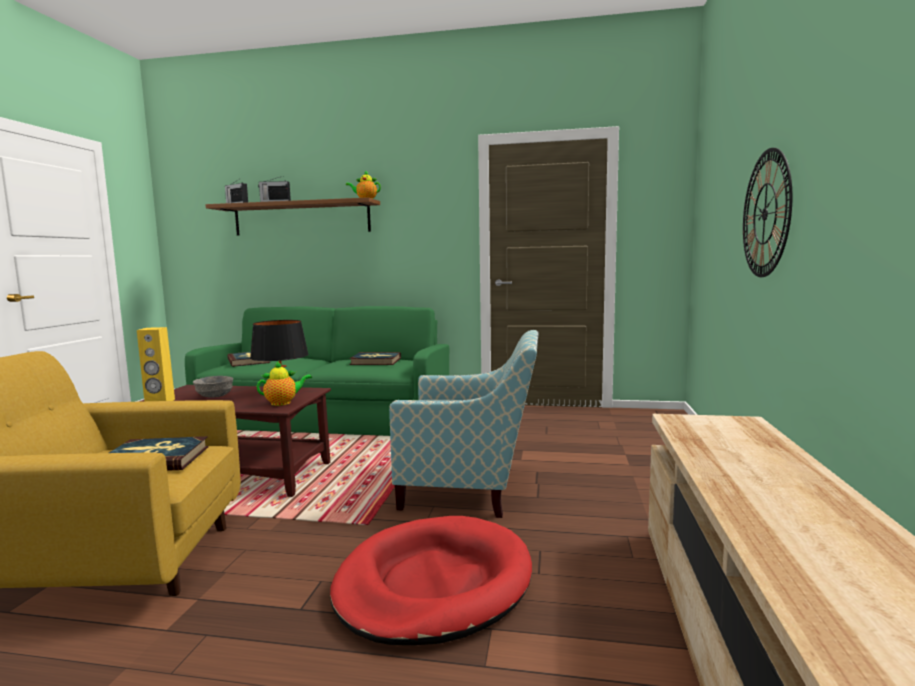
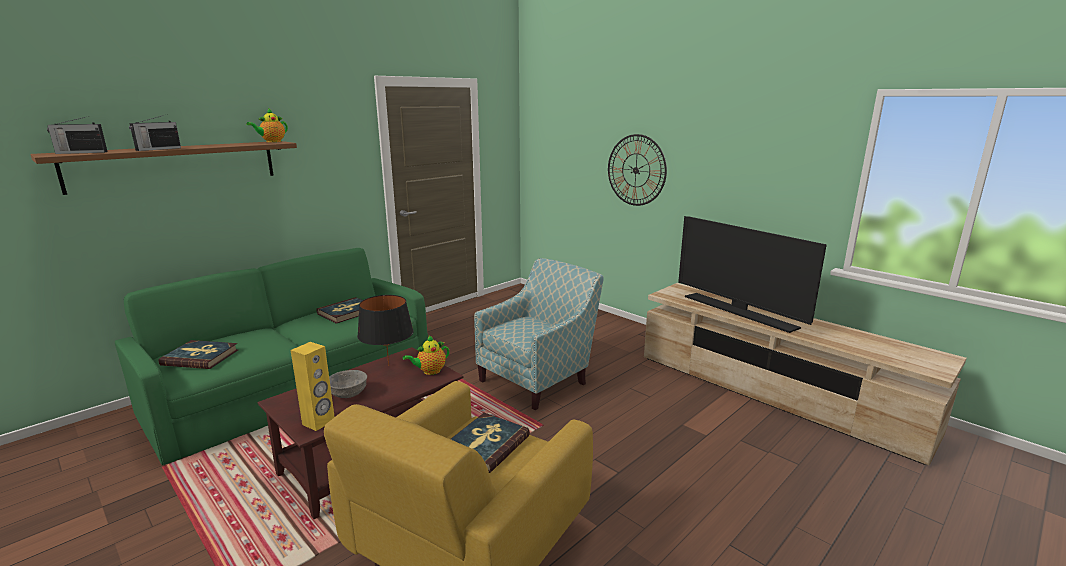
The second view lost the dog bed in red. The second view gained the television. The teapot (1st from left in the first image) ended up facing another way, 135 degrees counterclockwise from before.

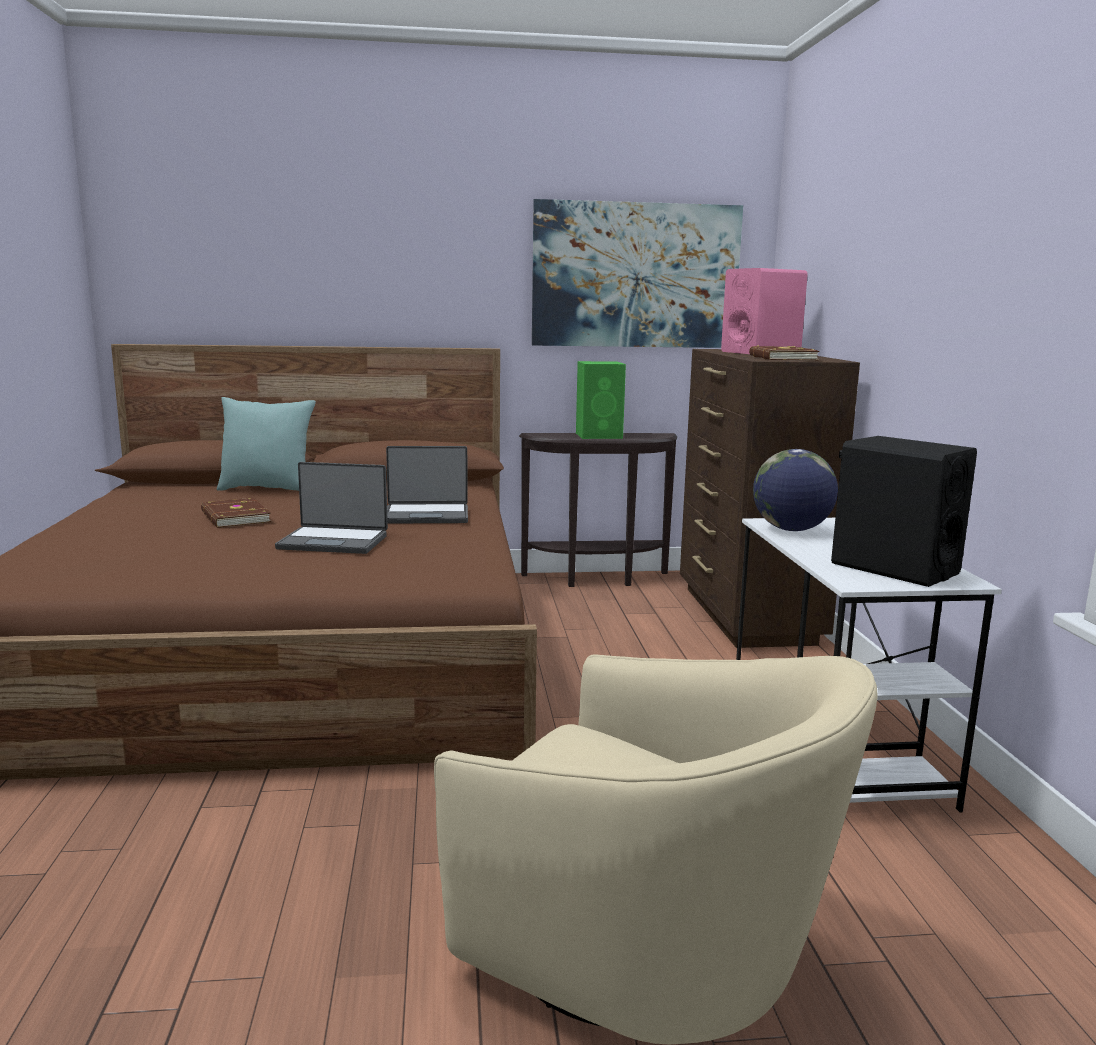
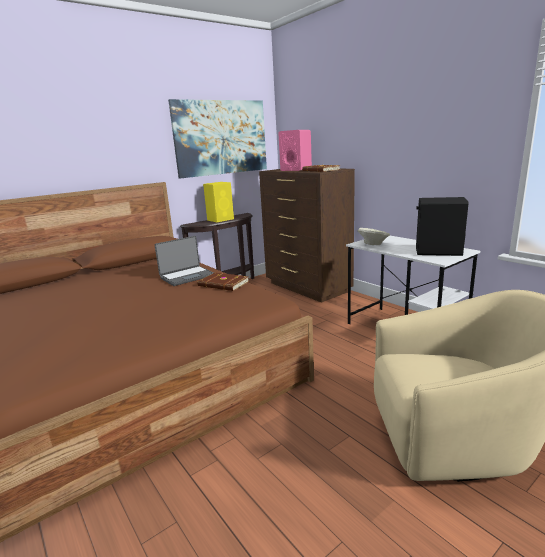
The second view lost the pillow in turquoise. The second view lost the laptop (1st from left). The book in brown (1st from left) ended up elsewhere. Where the globe stood, the bowl in beige came to stand. What was the speaker in green turned into the speaker in yellow.

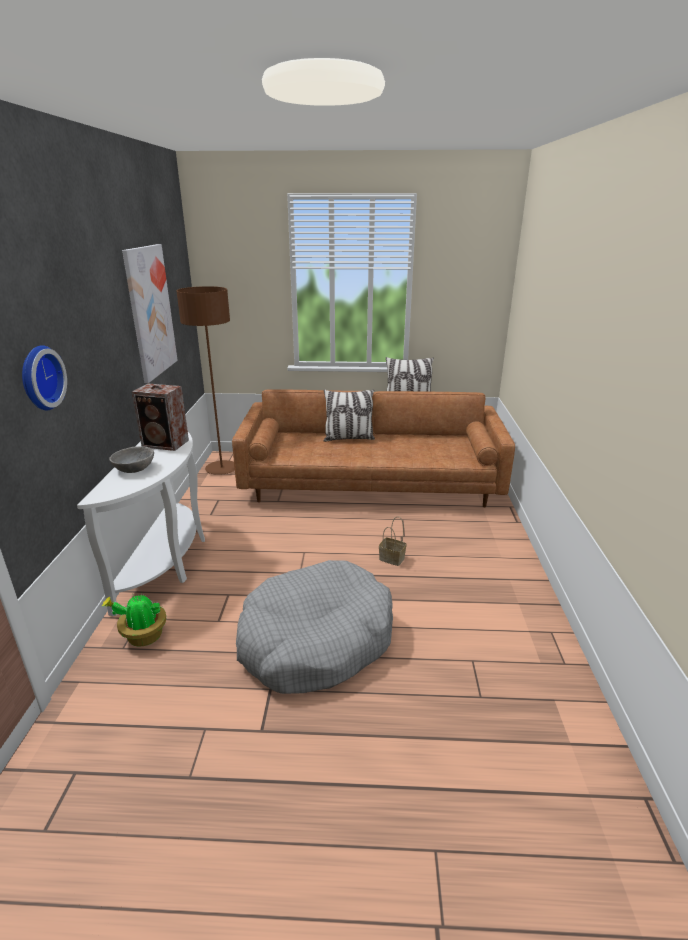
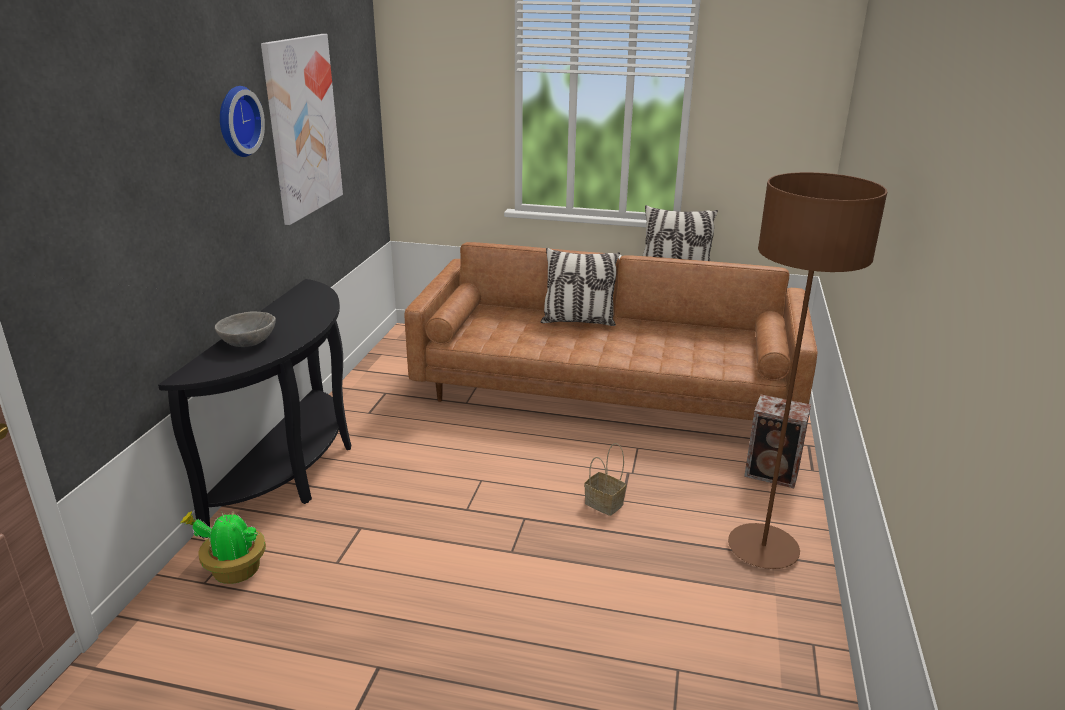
The second view lost the dog bed in grey. The wall clock ended up elsewhere. The speaker ended up elsewhere. The floor lamp in brown ended up elsewhere. What was the console table in white turned into the console table in black.

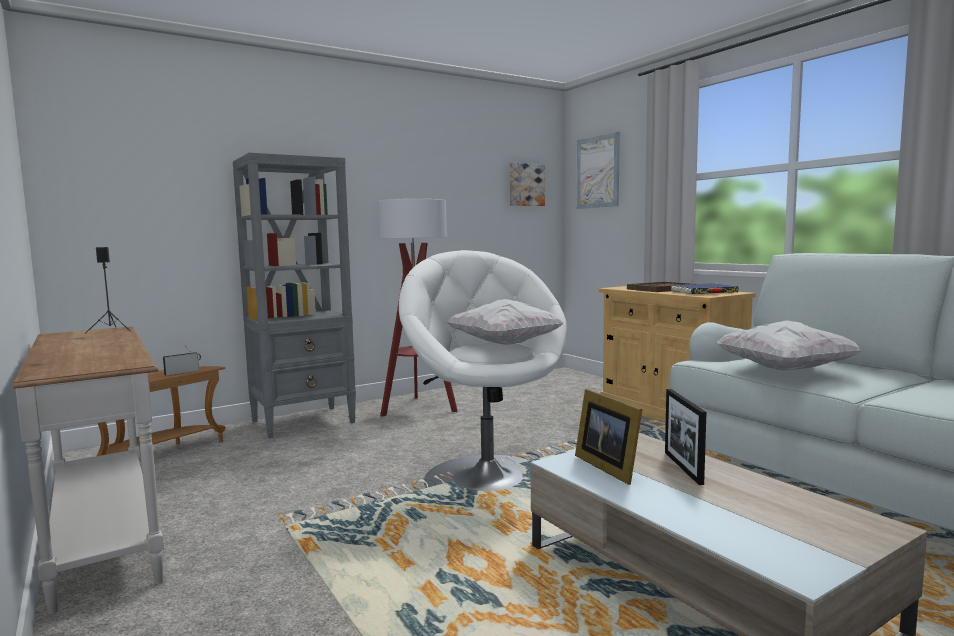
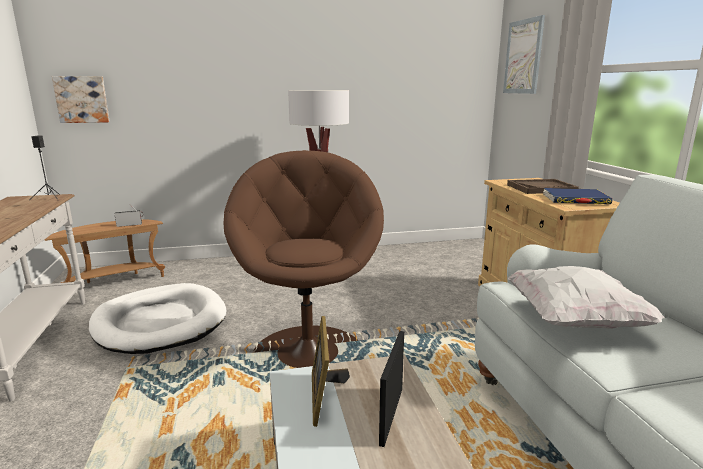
The second view lost the bookcase in grey. The second view lost the pillow in white (1st from left). The second view gained the dog bed in white. The picture (1st from left) ended up elsewhere. What was the armchair in white turned into the armchair in brown.

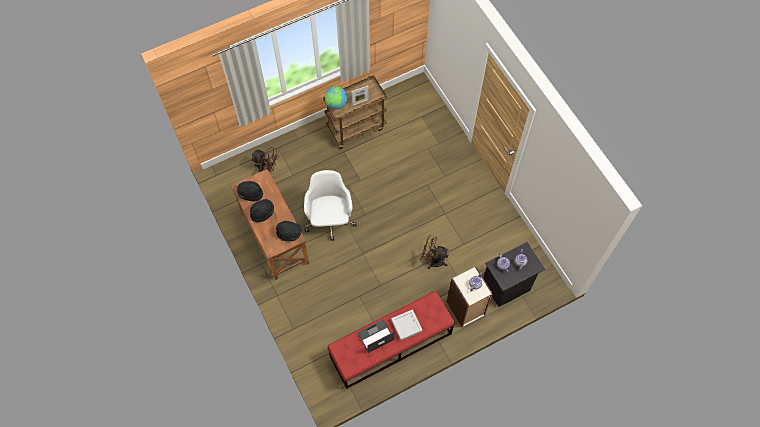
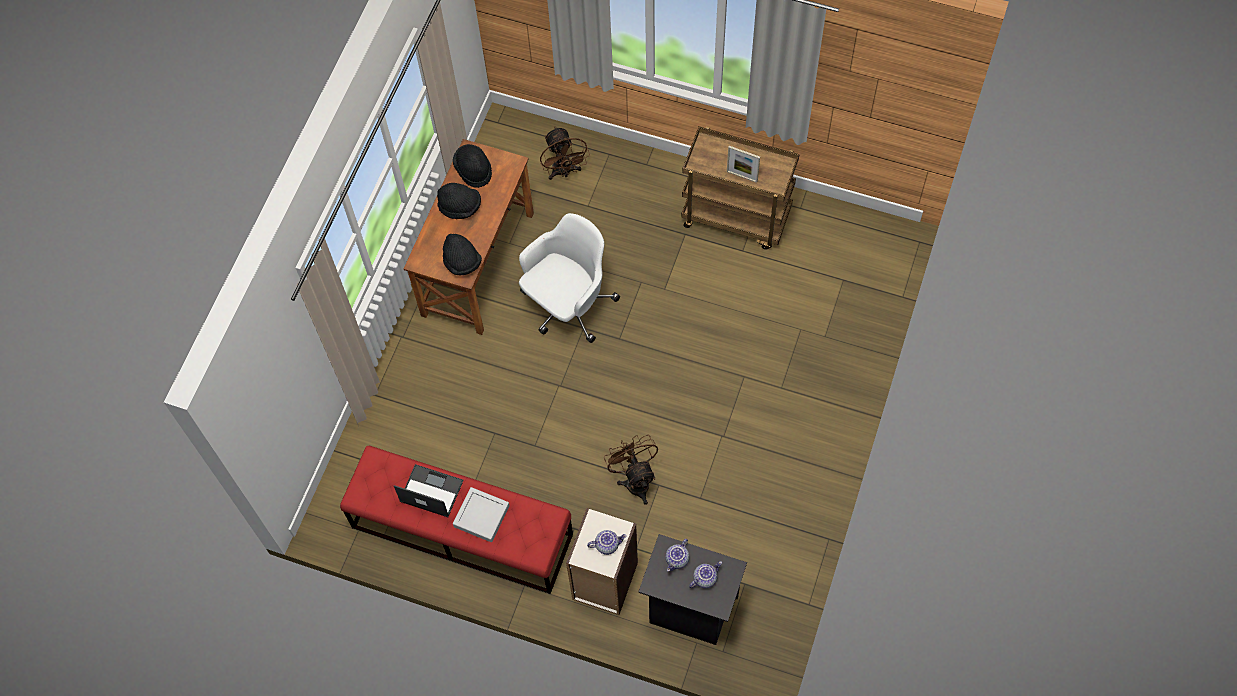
The second view lost the globe.

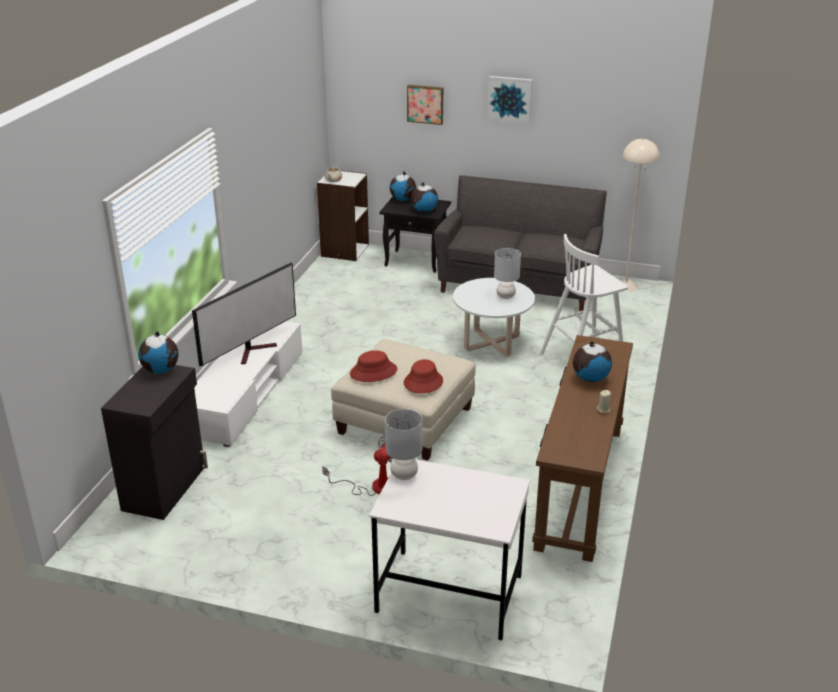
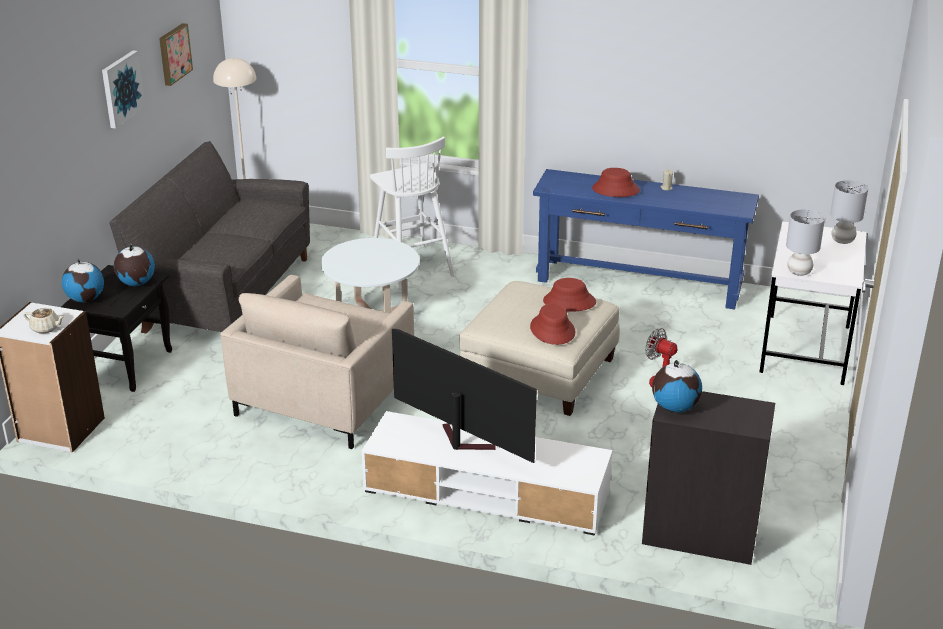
The second view gained the armchair in beige. The picture (1st from left in the first image) ended up elsewhere. The table lamp in grey (2nd from left) ended up elsewhere. Where the globe (4th from left) stood, the hat in red (3rd from left) came to stand. What was the console table in brown turned into the console table in blue.

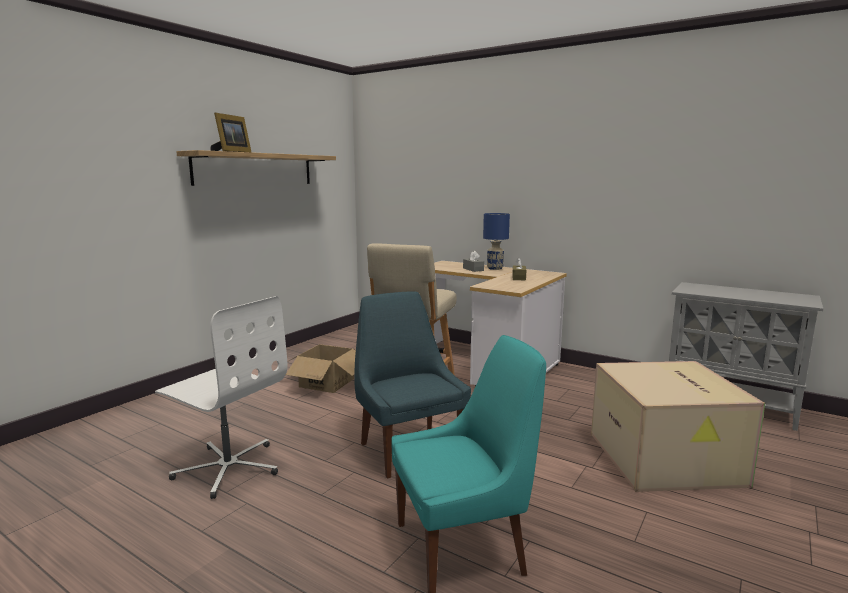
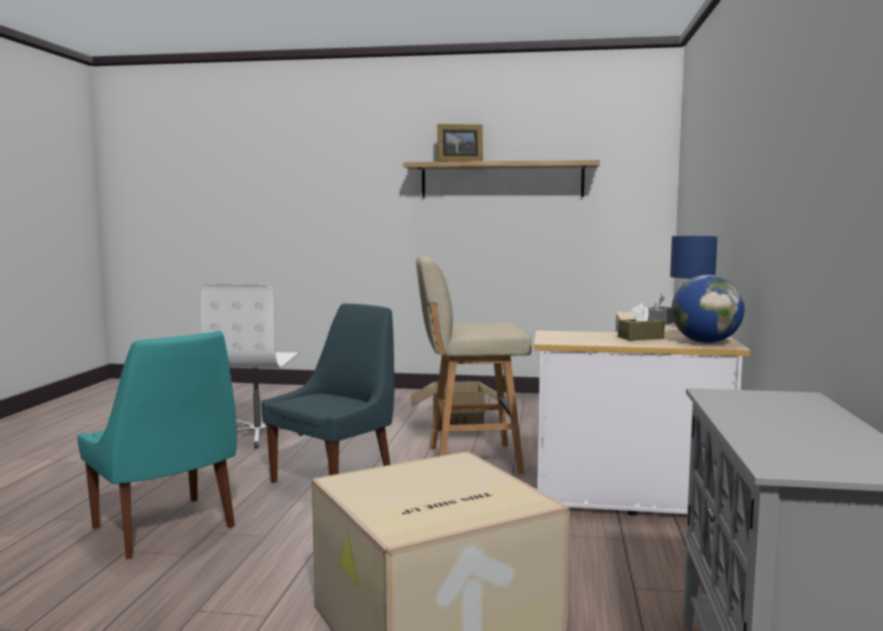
The second view gained the globe.

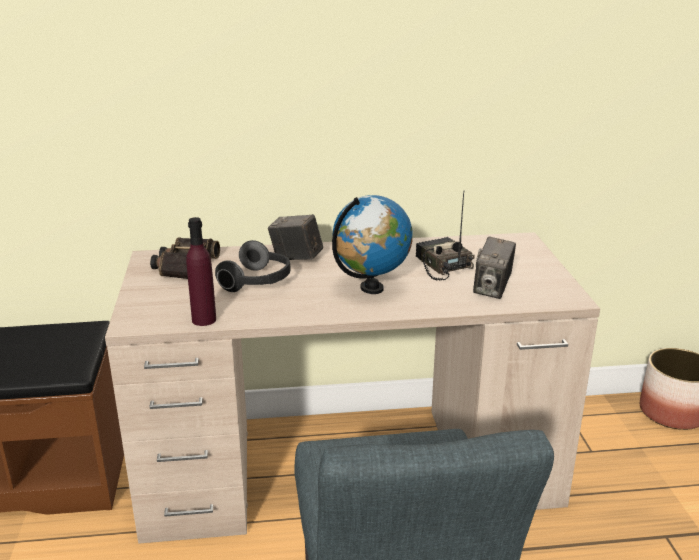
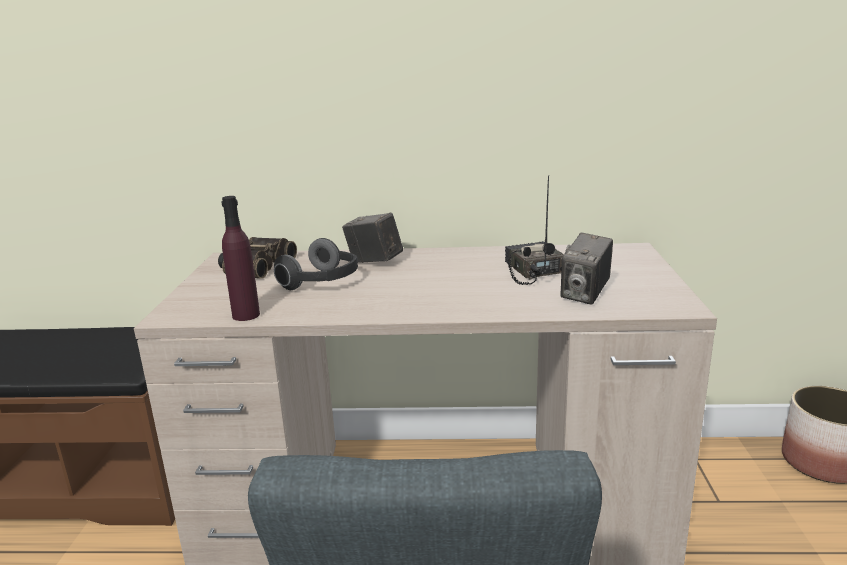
The second view lost the globe.

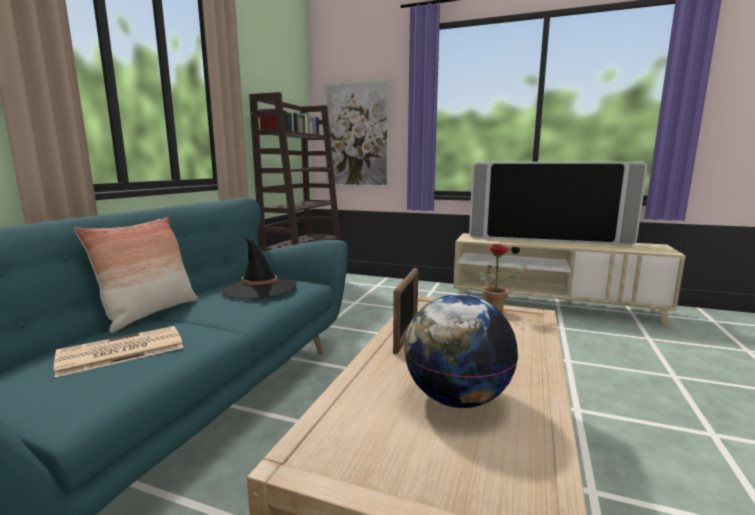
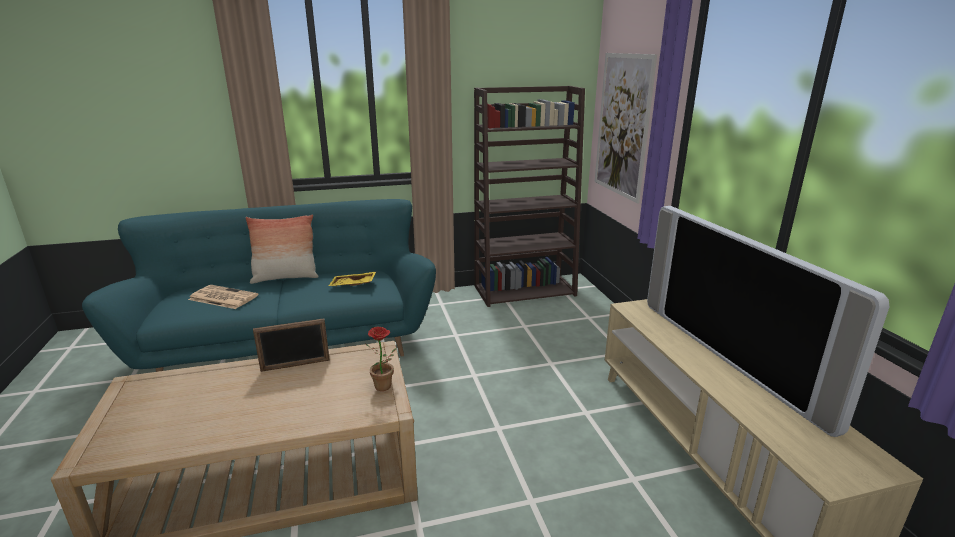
The second view lost the globe. Where the hat in black stood, the tray in yellow came to stand.

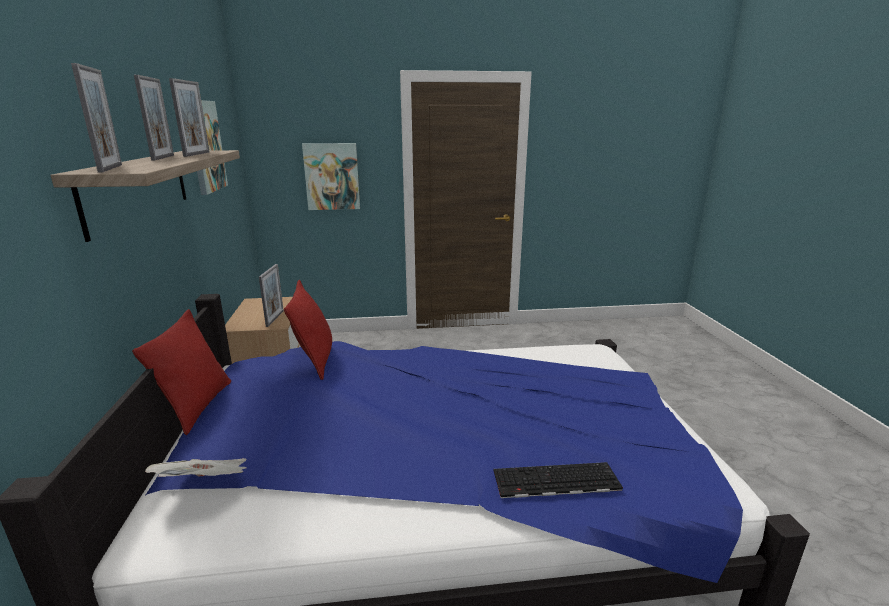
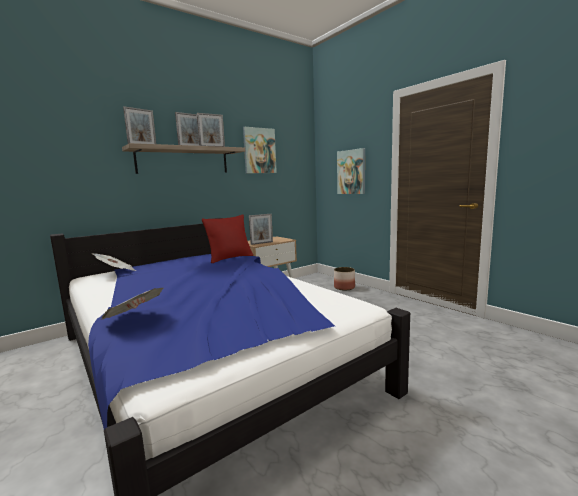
The second view lost the pillow in red (1st from left). The second view gained the planter. Where the keyboard stood, the newspaper (2nd from left) came to stand.

